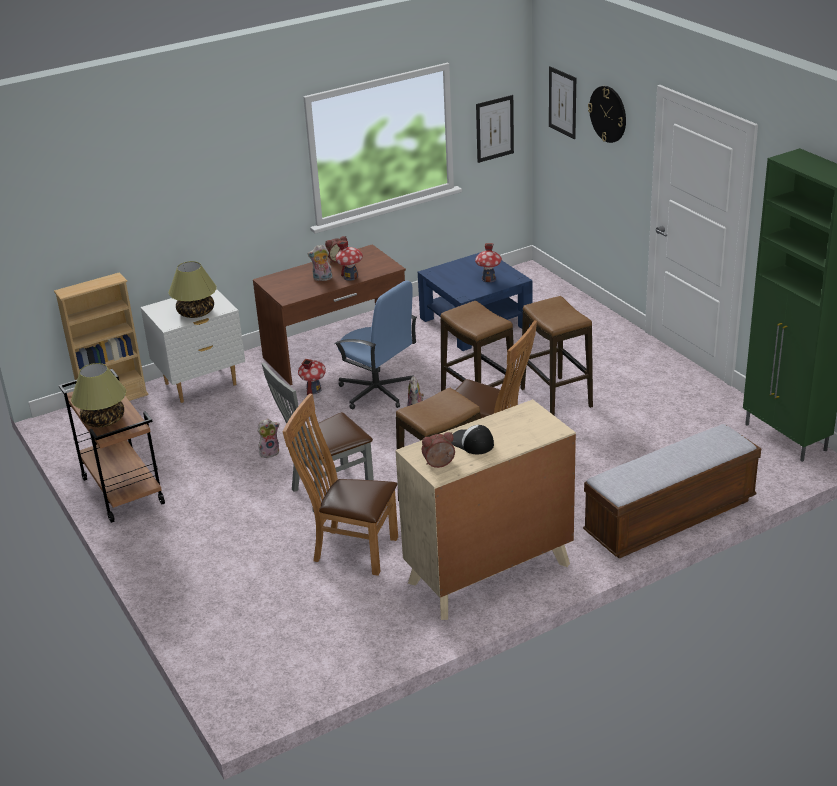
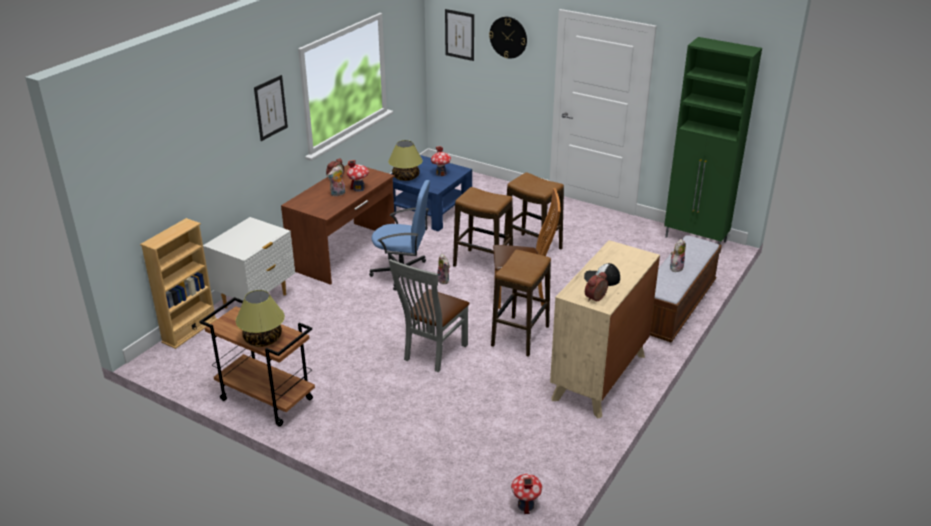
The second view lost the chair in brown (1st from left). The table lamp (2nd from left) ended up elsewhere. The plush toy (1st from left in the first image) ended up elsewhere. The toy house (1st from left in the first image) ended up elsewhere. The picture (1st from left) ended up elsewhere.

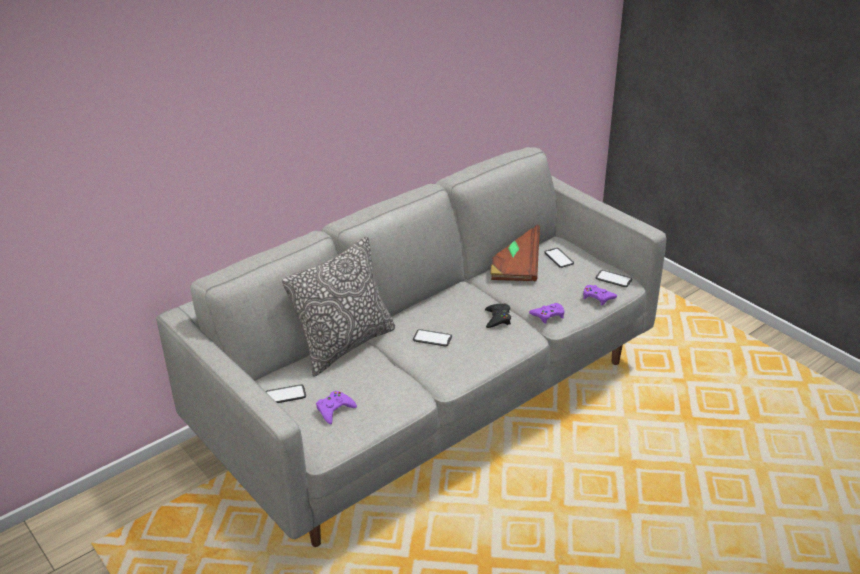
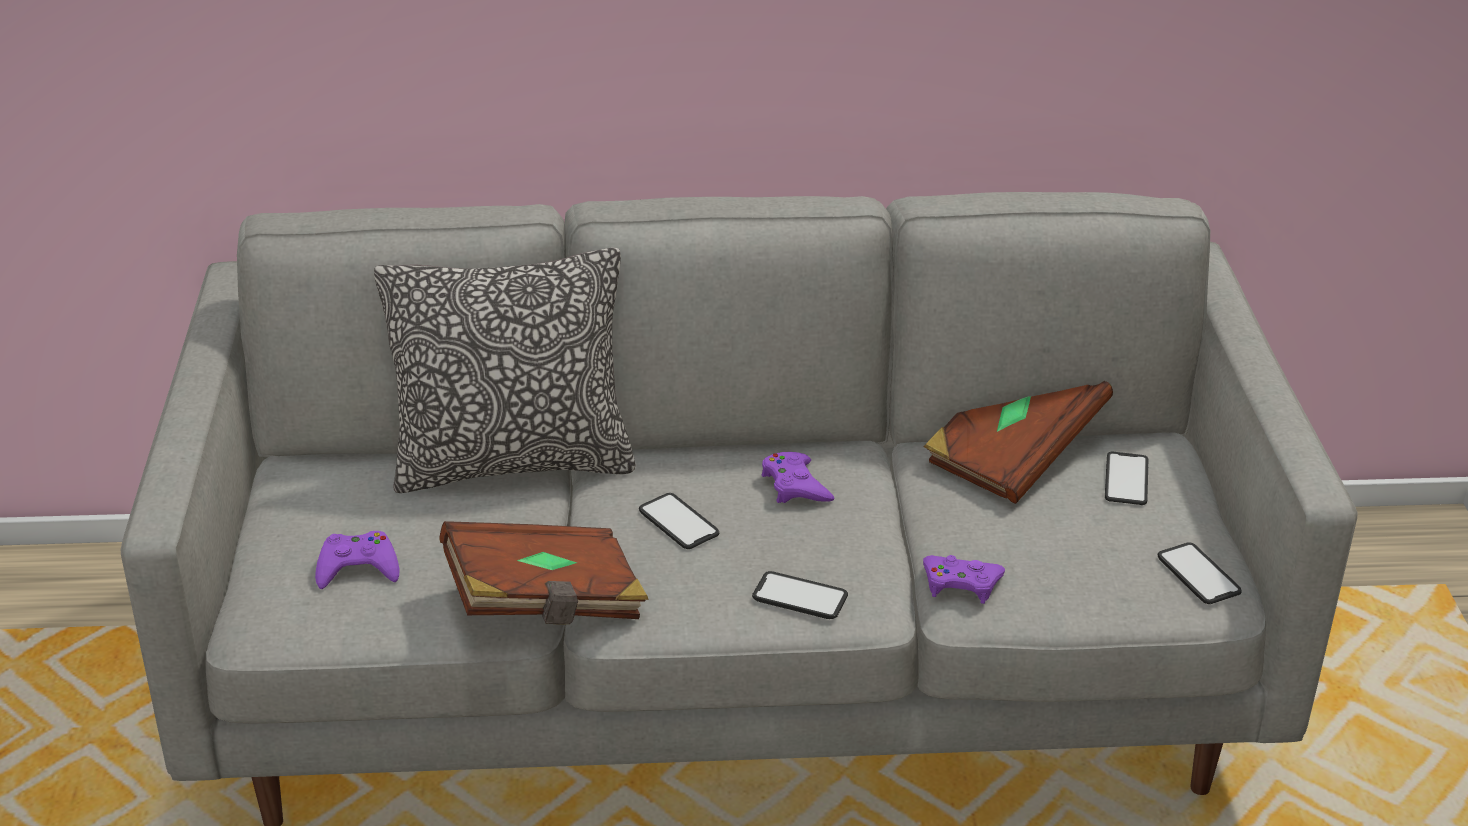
The second view lost the game controller in black. The second view gained the book in brown (1st from left). The phone (1st from left in the first image) ended up elsewhere. The game controller in purple (3rd from left in the first image) ended up elsewhere.

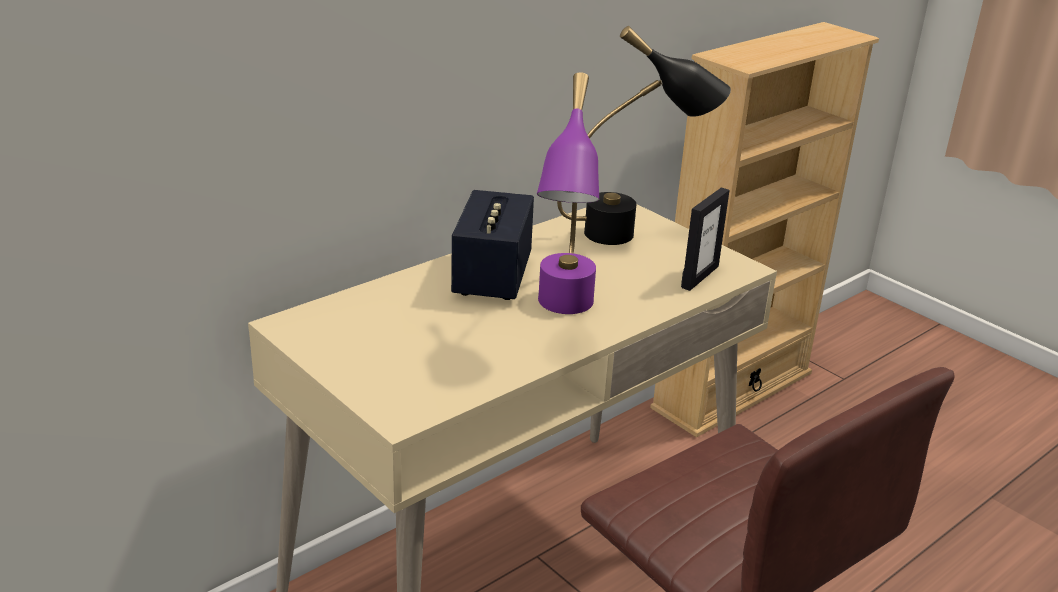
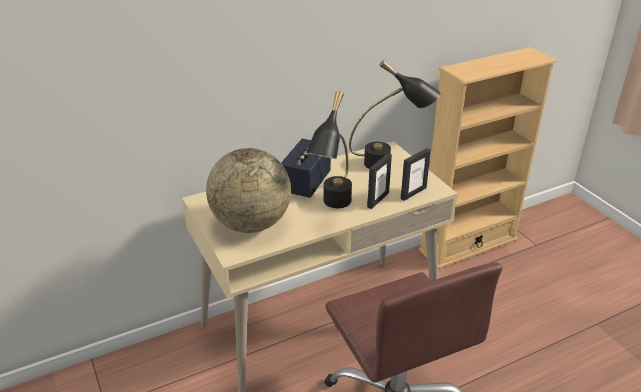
The second view gained the globe. The second view gained the picture frame (1st from left). What was the table lamp in purple turned into the table lamp in black (1st from left).

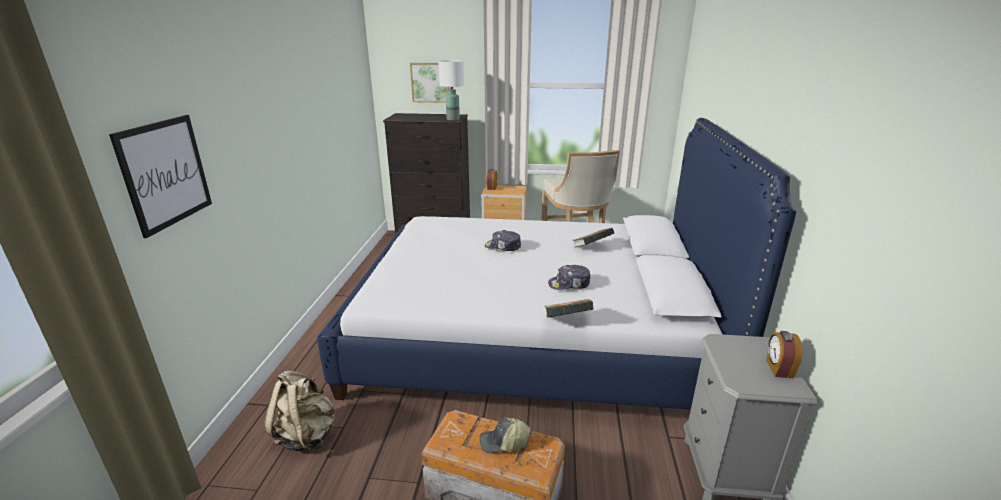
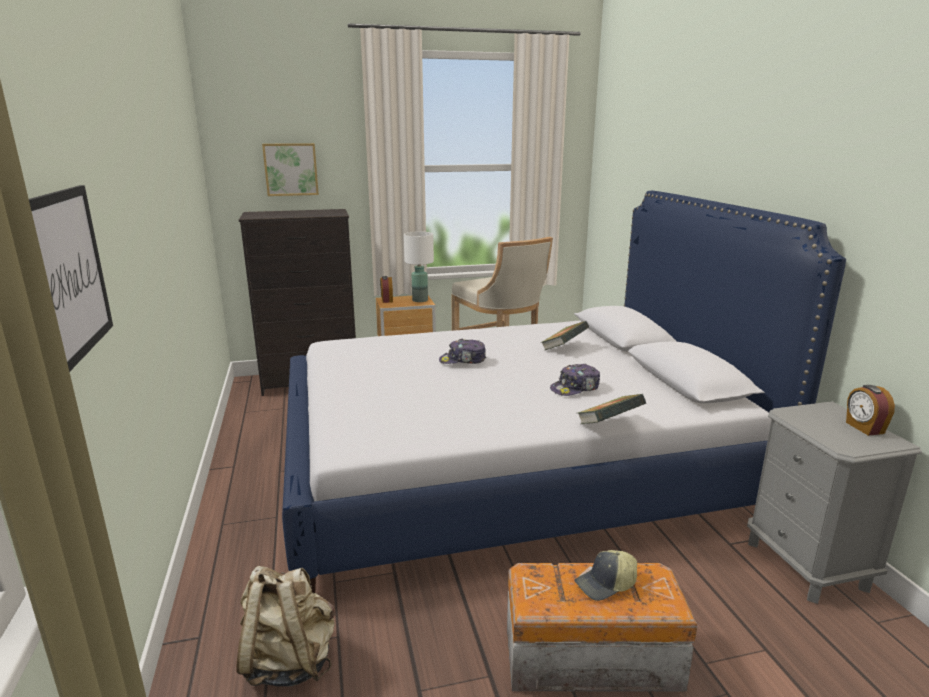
The table lamp in white ended up elsewhere.

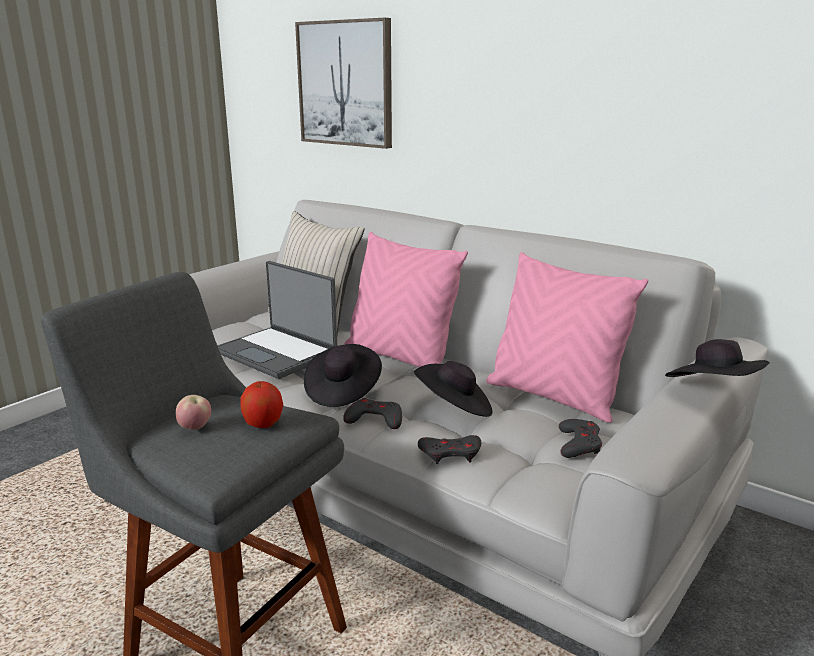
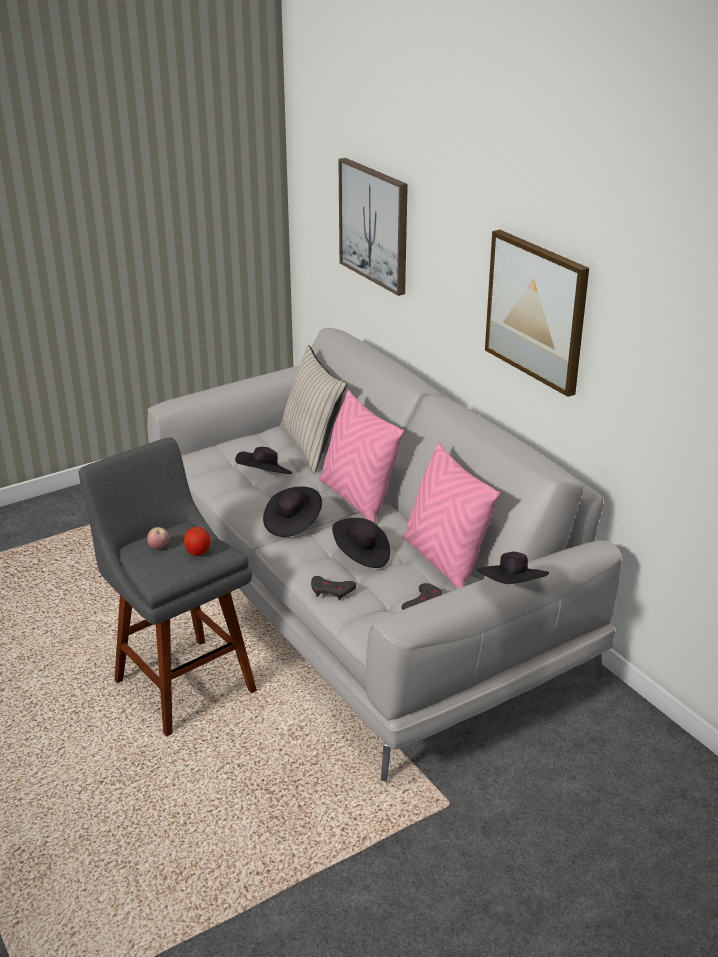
The second view lost the game controller in grey (1st from left). The second view gained the picture (2nd from left). Where the laptop stood, the hat in black (1st from left) came to stand.

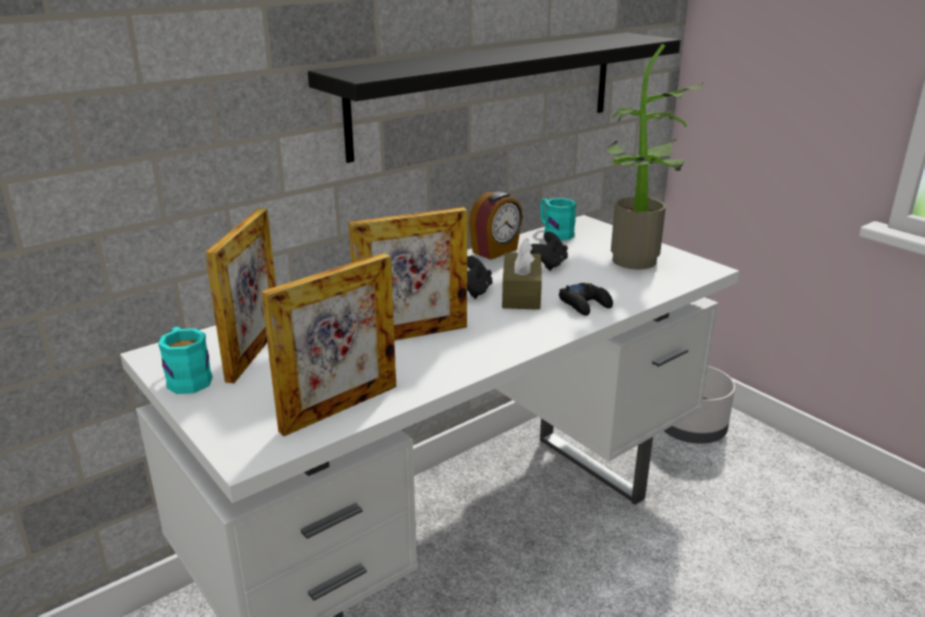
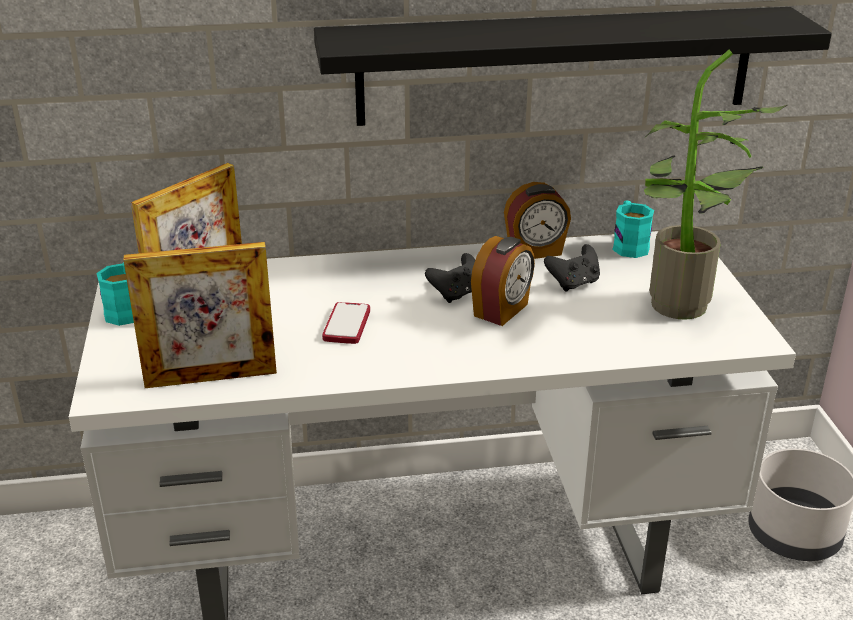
The second view lost the game controller in black (3rd from left). Where the picture frame (3rd from left) stood, the phone came to stand. Where the tissue box in brown stood, the alarm clock (1st from left) came to stand.

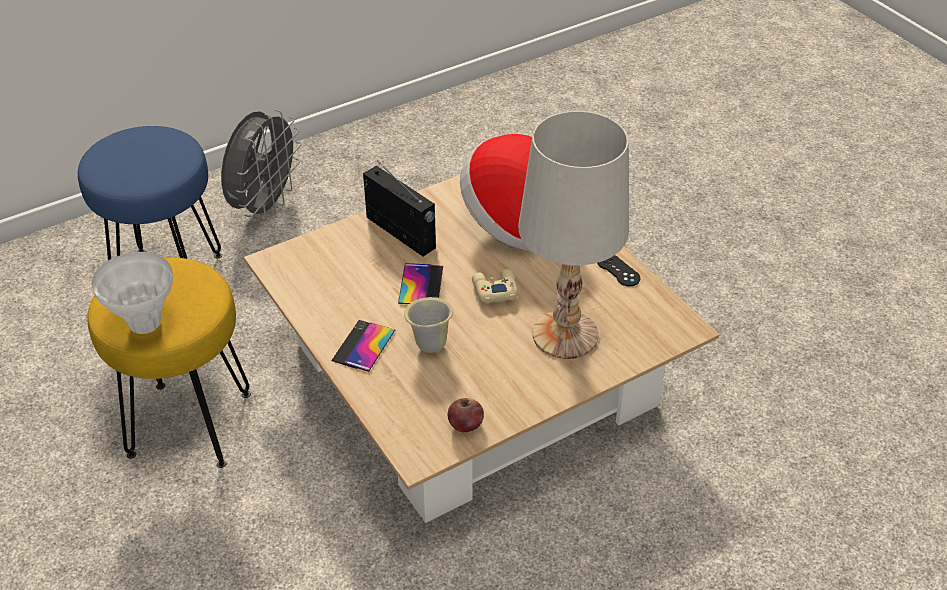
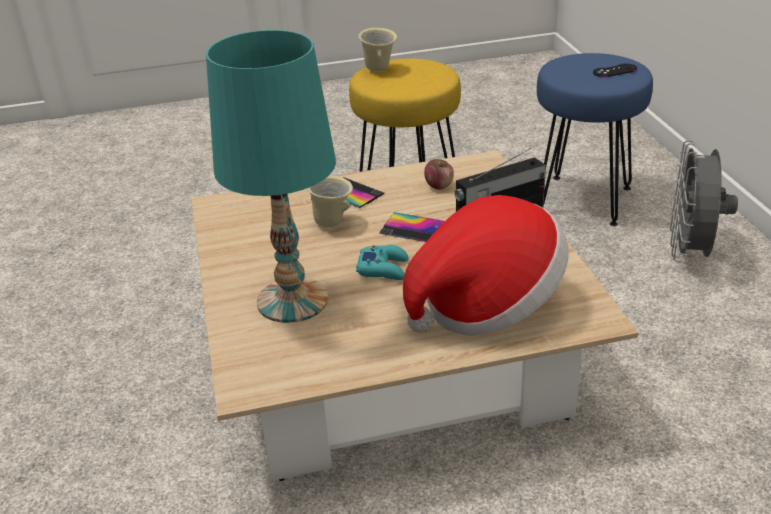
The apple ended up elsewhere. The game controller in black ended up elsewhere. Where the vase in white stood, the mug in beige (2nd from left) came to stand. What was the game controller in beige turned into the game controller in turquoise. What was the table lamp in white turned into the table lamp in turquoise. The fan in grey ended up facing another way, 60 degrees clockwise from before.

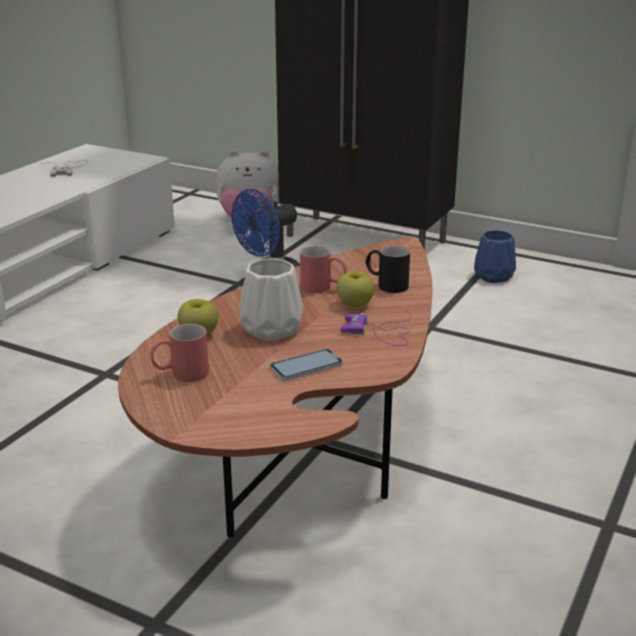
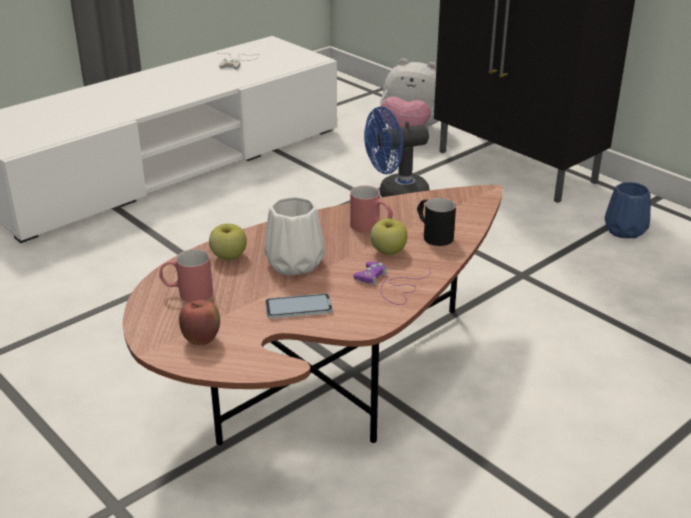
The second view gained the apple (1st from left).

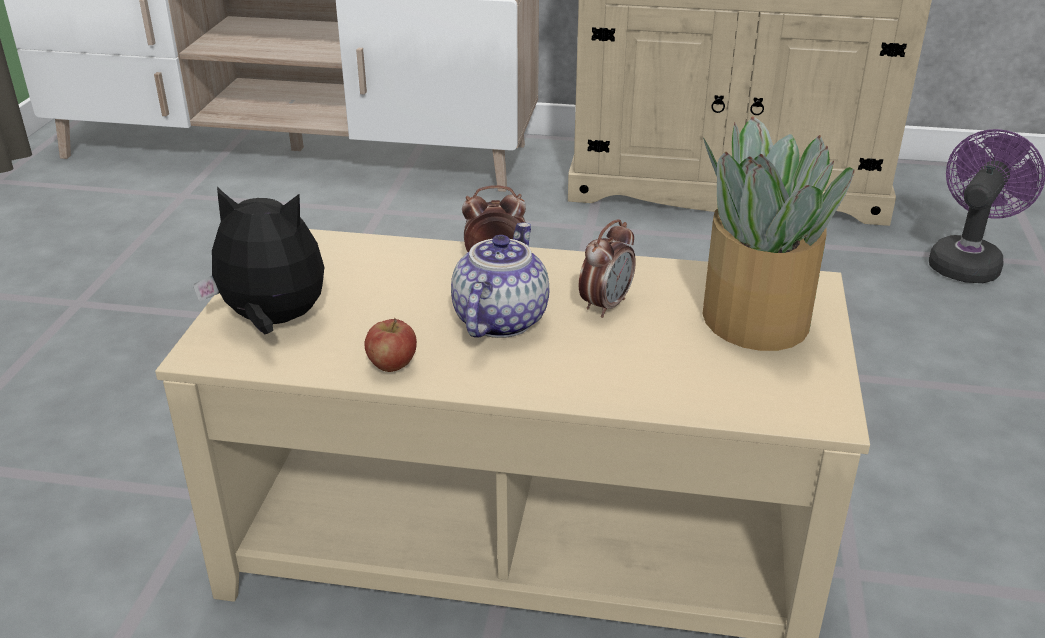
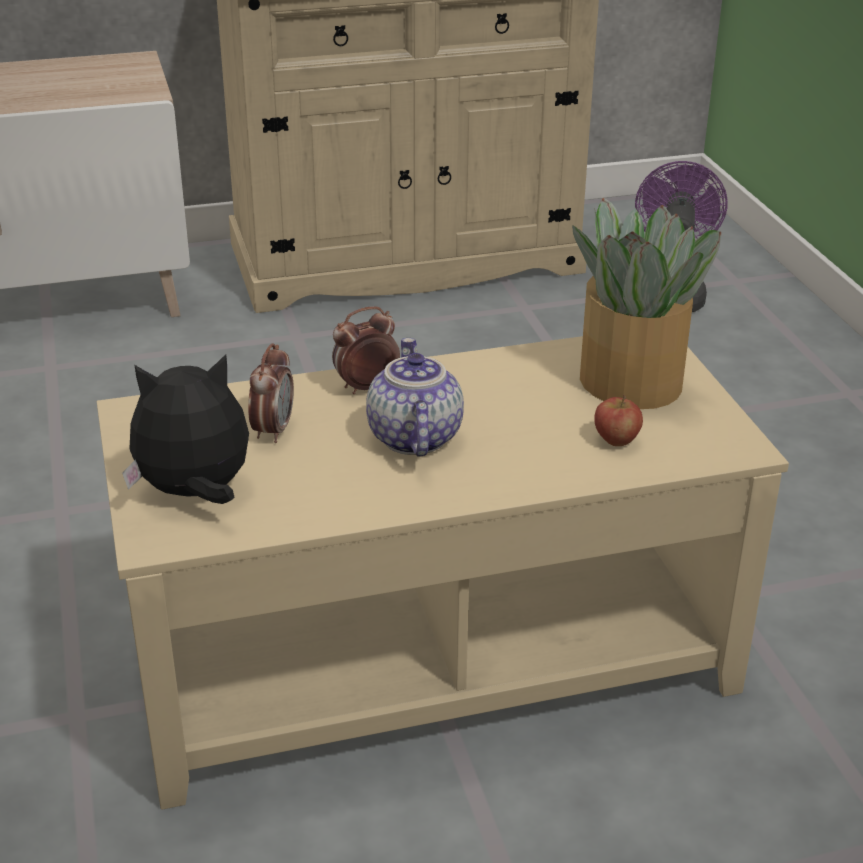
The apple ended up elsewhere. The alarm clock (2nd from left in the first image) ended up elsewhere.

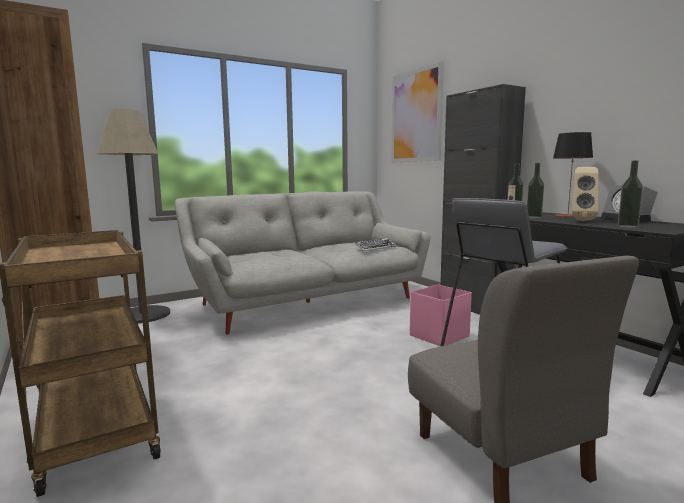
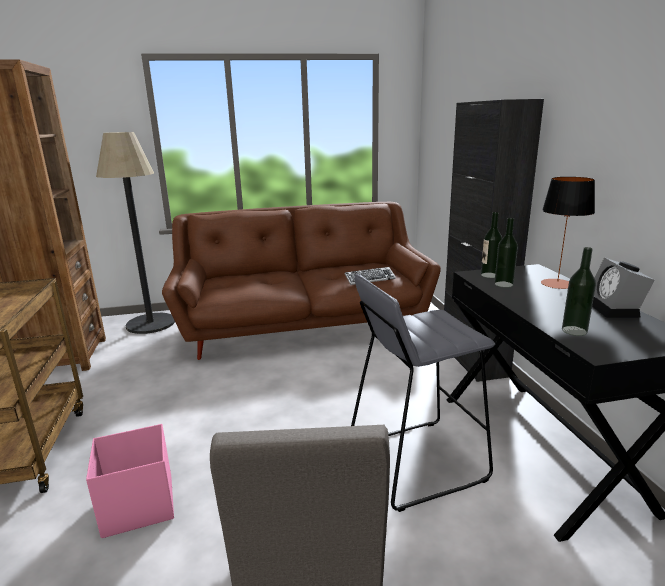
The second view lost the picture. The second view lost the speaker in beige. The storage box in pink ended up elsewhere. What was the sofa in grey turned into the sofa in brown.

